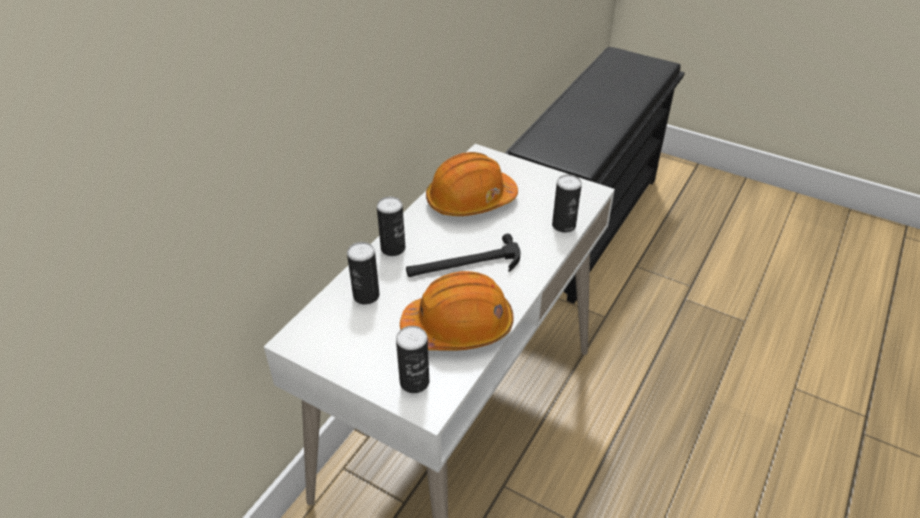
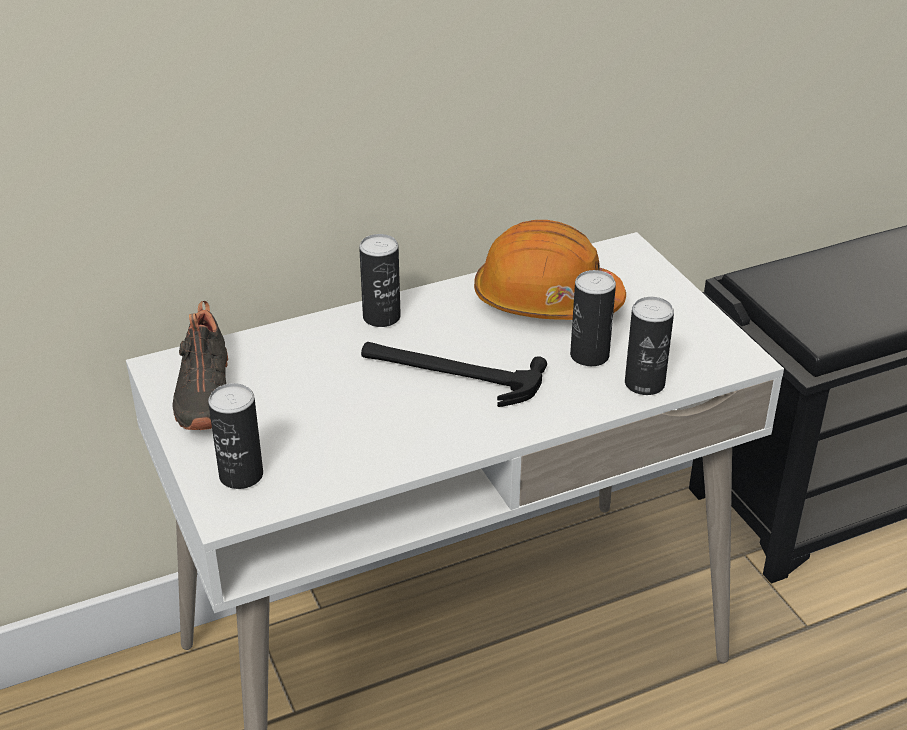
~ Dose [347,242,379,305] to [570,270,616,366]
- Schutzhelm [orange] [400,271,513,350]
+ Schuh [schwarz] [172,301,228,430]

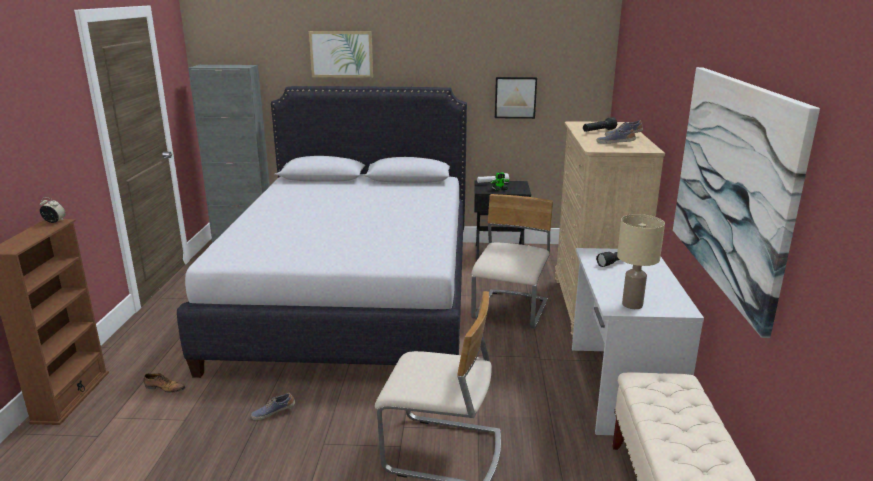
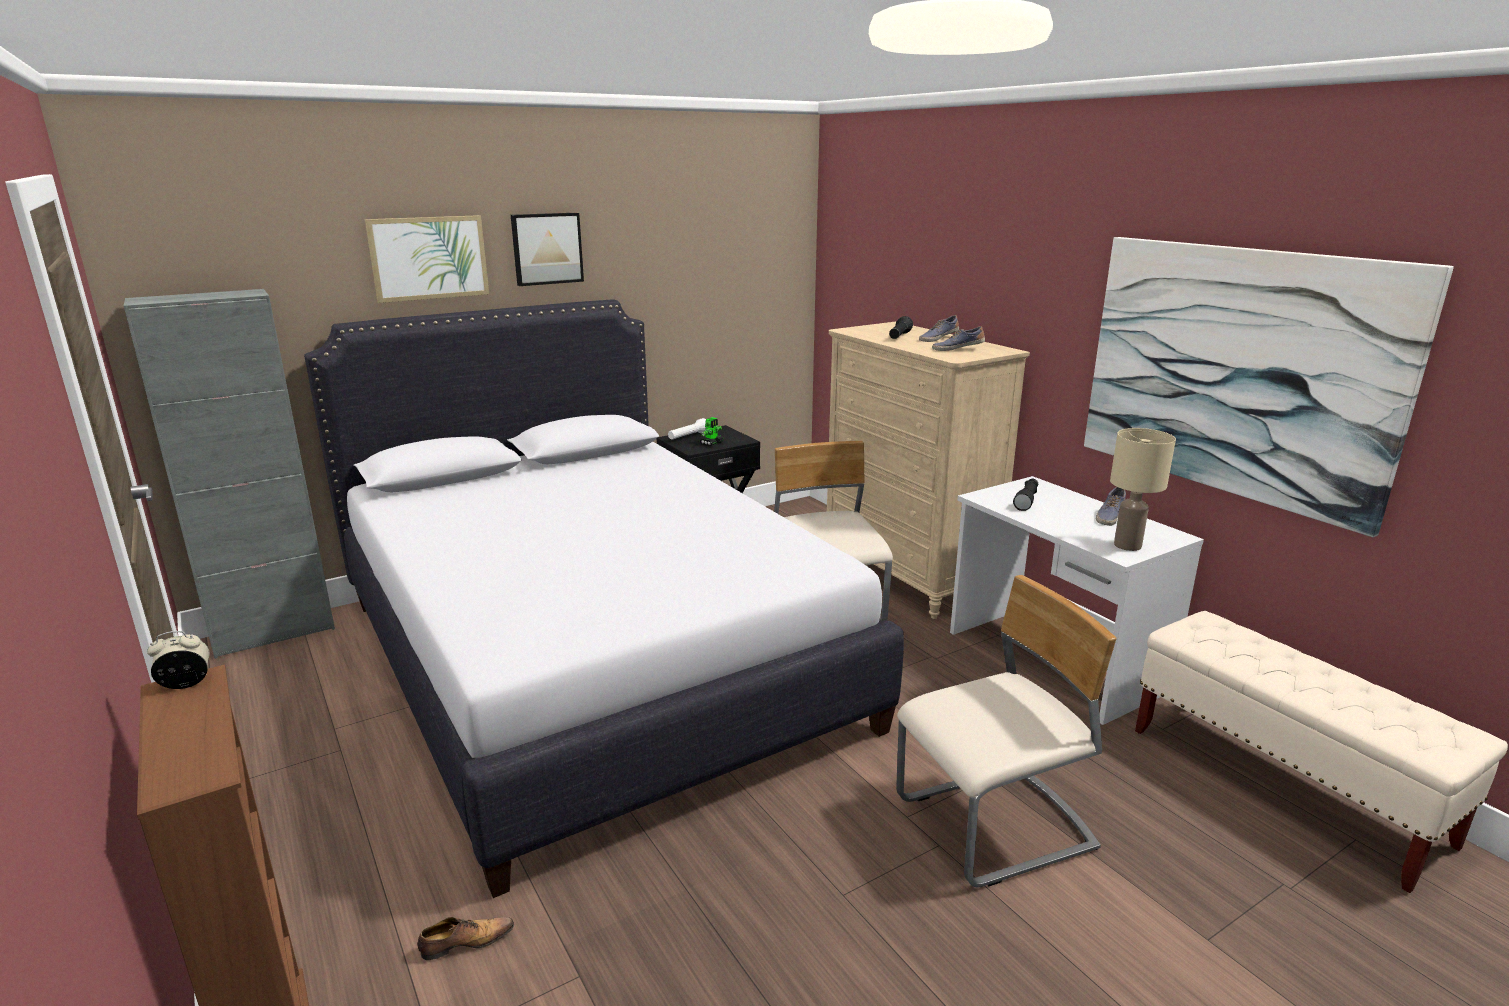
~ Bild [495,77,537,119] to [511,213,584,286]
~ Schuh [251,393,295,420] to [1096,487,1126,526]

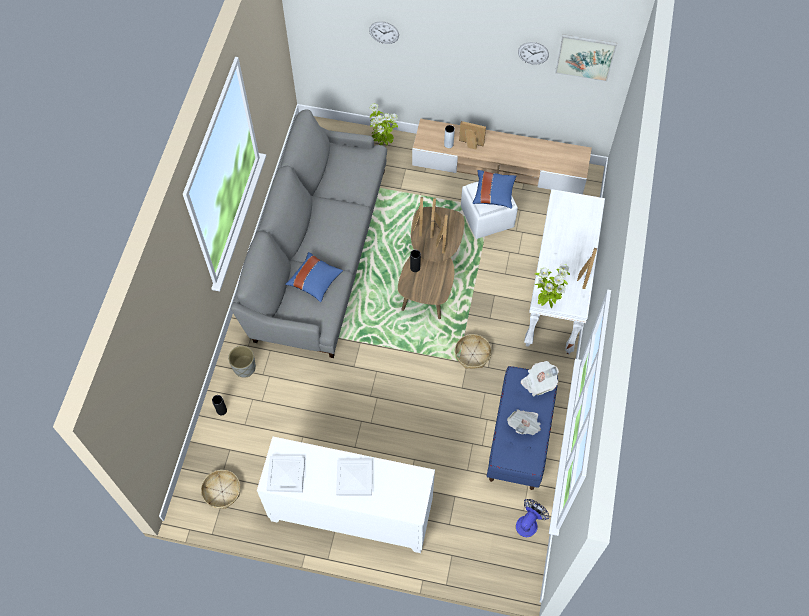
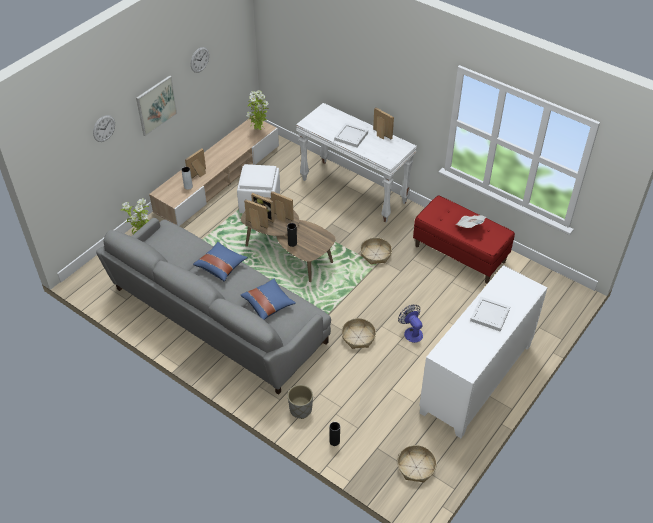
~ Bild [555,34,617,82] to [136,75,177,136]
~ Kissen [blau] [473,170,516,209] to [193,242,248,281]
~ Topfpflanze [535,264,570,308] to [246,90,269,131]
- Zeitung [521,361,559,397]
~ Bank [blau] [486,366,558,490] to Bank [rot] [413,195,515,283]
~ Tablett [weiß] [266,456,305,492] to [334,123,368,147]
~ Ventilator [516,499,549,537] to [398,305,423,343]
+ Korb [342,318,376,349]

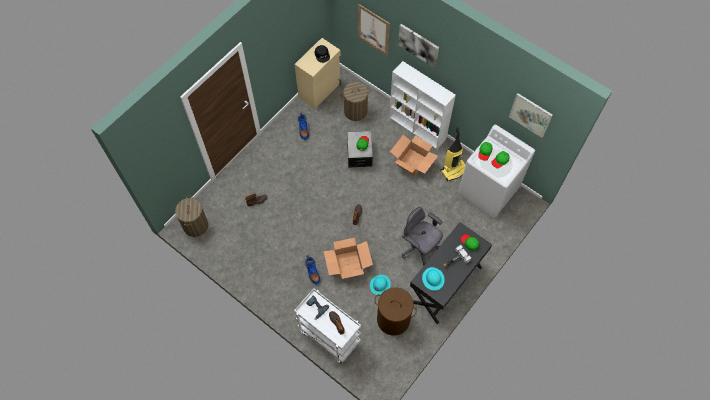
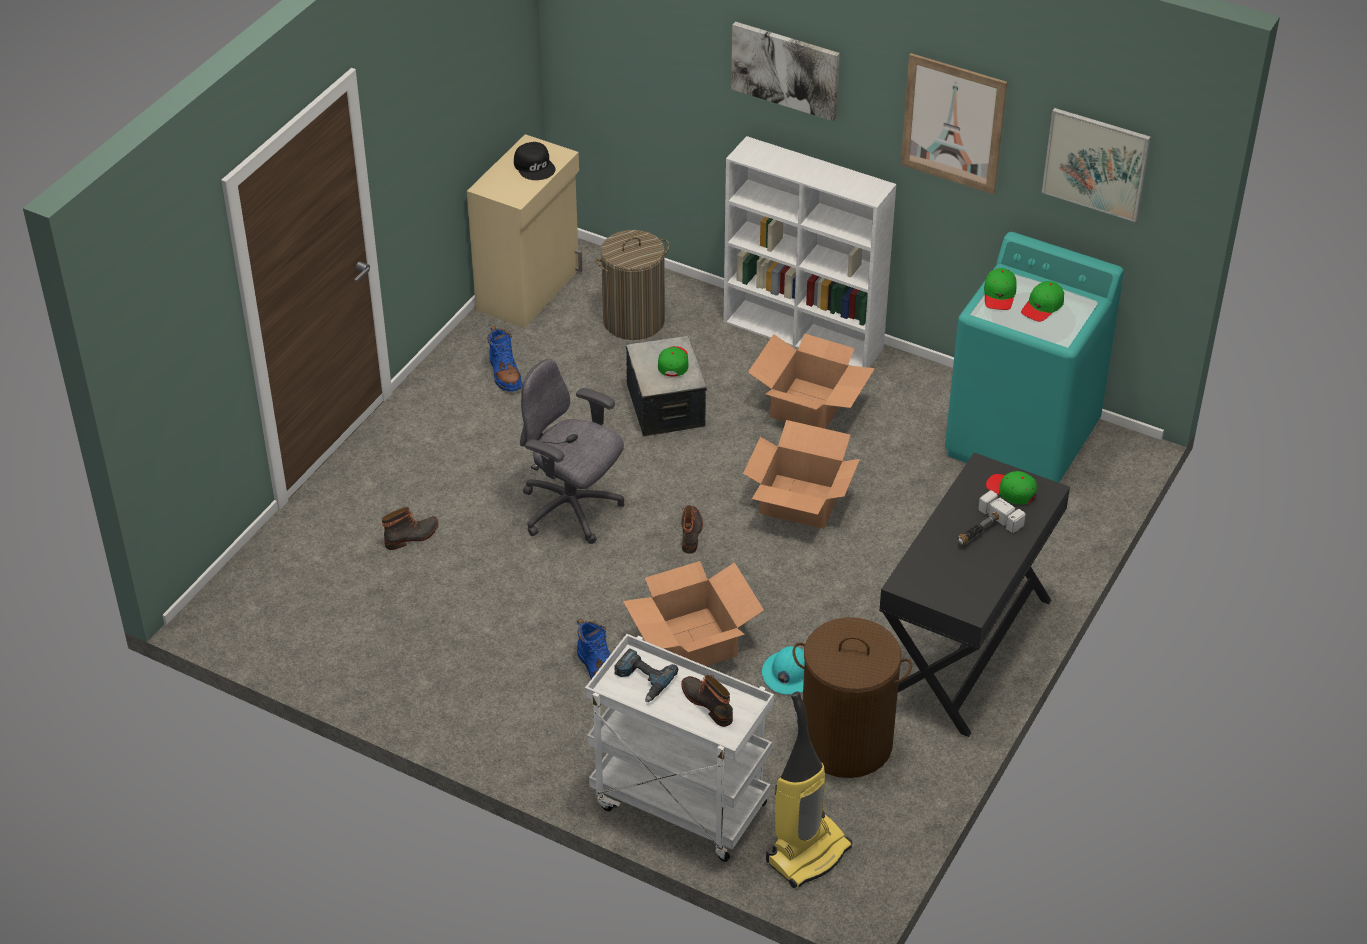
~ Bild [358,4,390,56] to [901,53,1007,194]
~ Waschmaschine [weiß] [458,124,535,218] to Waschmaschine [türkis] [945,232,1124,483]
~ Staubsauger [440,127,465,181] to [766,691,853,888]
- Wäschekorb [175,196,208,237]
~ Bürostuhl [grau] [402,207,443,265] to [520,359,624,544]
- Schutzhelm [türkis] [422,267,445,291]
+ Karton [743,420,860,529]

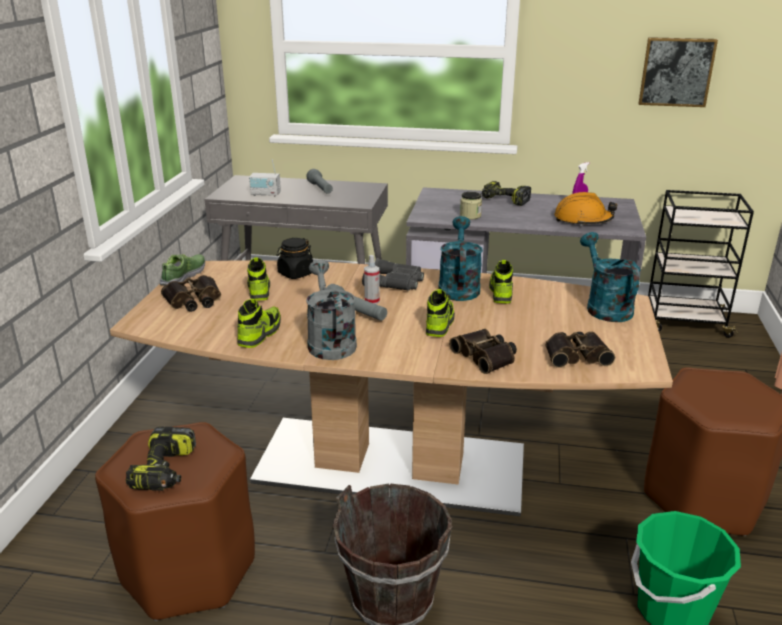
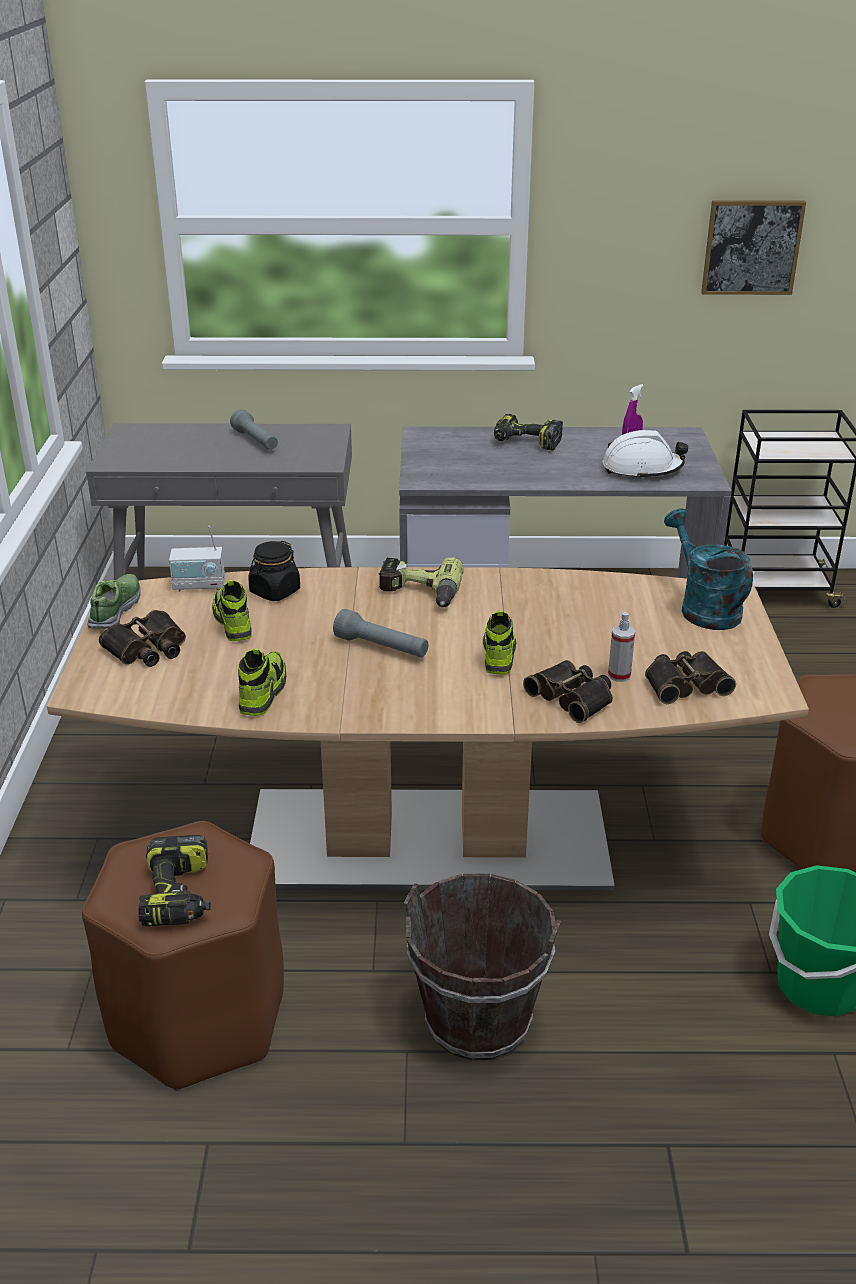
~ Radio [249,159,281,197] to [169,525,225,591]
- Vorratsglas [460,192,482,219]
~ Schutzhelm [orange] [554,192,617,226] to Schutzhelm [weiß] [602,430,688,480]
- Gießkanne [türkis] [438,216,483,301]
~ Sprühflasche [364,255,380,304] to [608,612,635,682]
~ Fernglas [grau] [362,259,424,291] to Bohrmaschine [378,557,464,607]
- Gießkanne [grau] [306,260,357,360]
- Schuh [489,260,513,304]

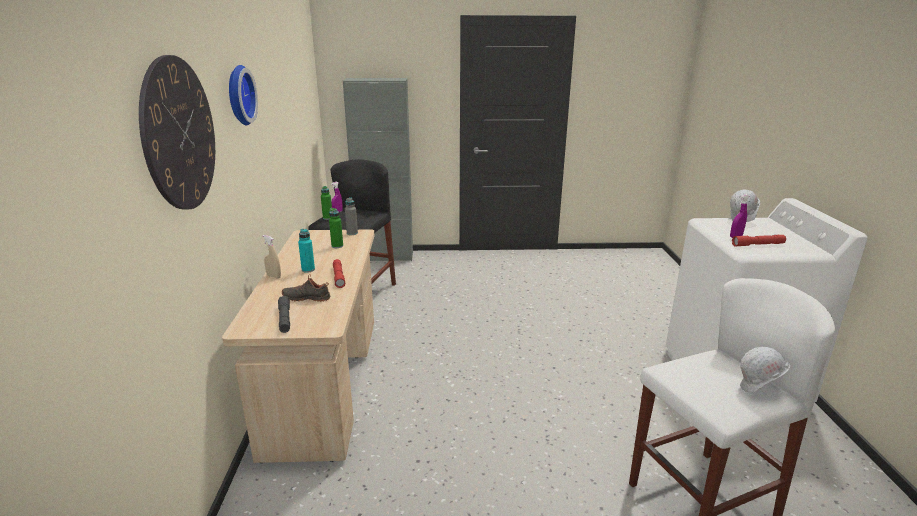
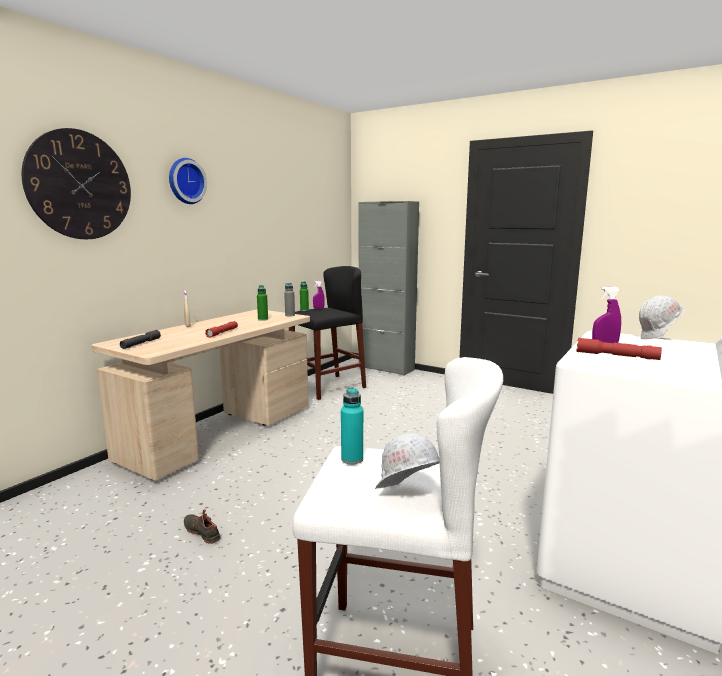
~ Flasche [türkis] [298,229,315,273] to [341,387,363,464]
~ Schuh [schwarz] [282,274,330,302] to [184,509,221,544]

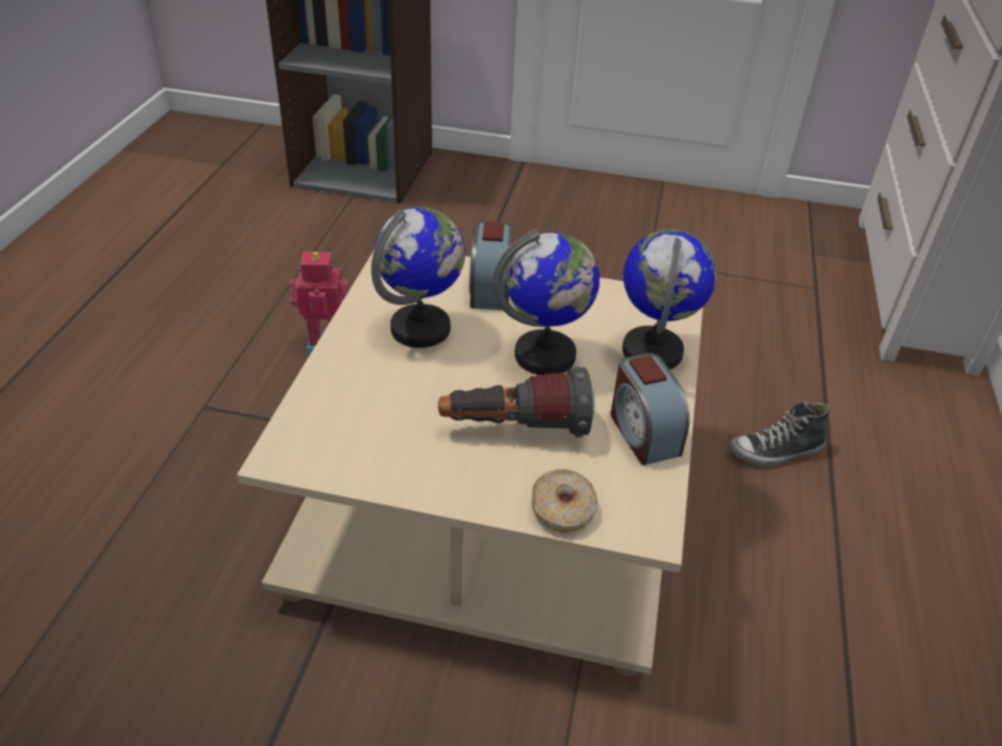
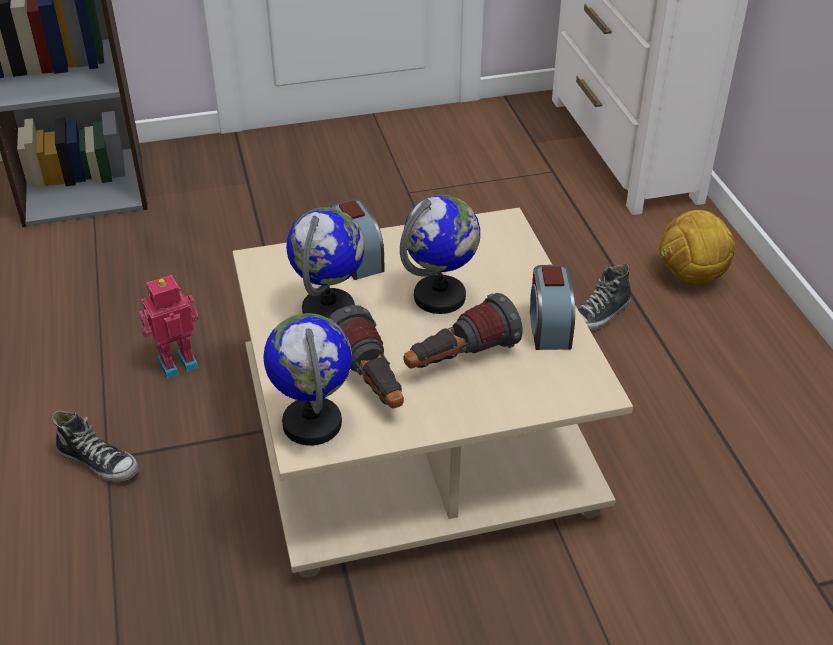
~ Globus [622,229,716,369] to [263,313,352,446]
~ Wecker [611,353,690,466] = [530,265,575,350] 45 degrees clockwise
- Donut [532,469,598,533]
+ Fußball [659,210,735,285]
+ Taschenlampe [328,305,404,408]
+ Schuh [52,411,139,482]

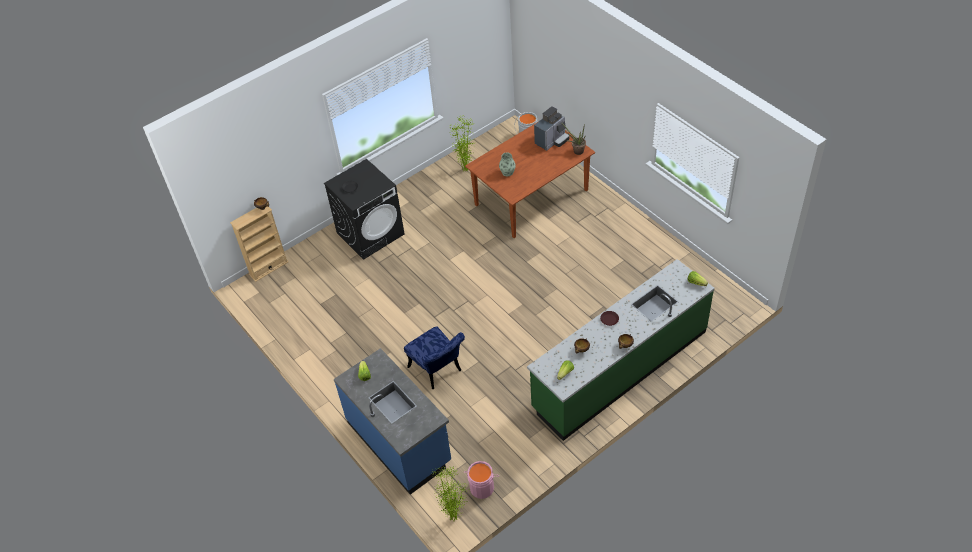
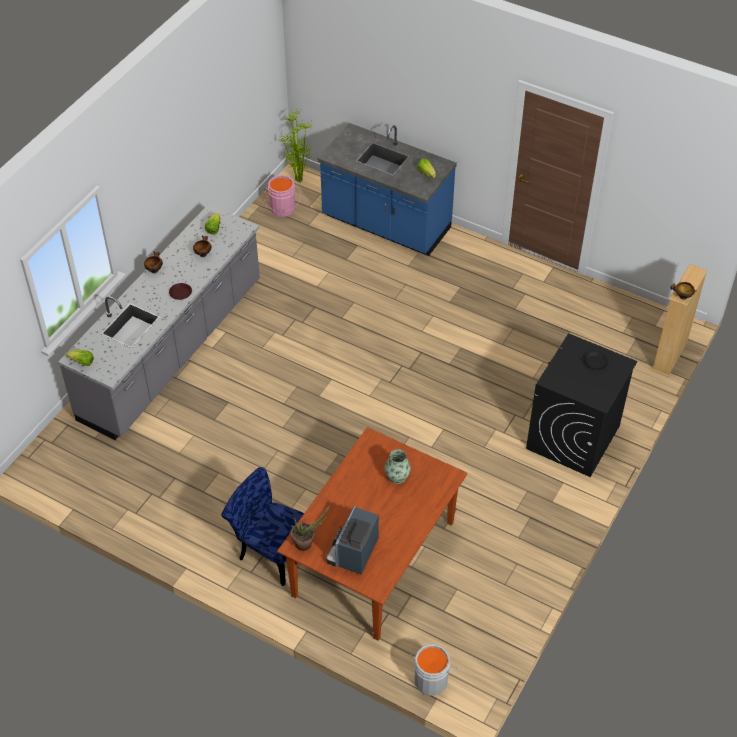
- Topfpflanze [449,115,473,170]
~ Küchenzeile [grün] [527,259,715,441] to Küchenzeile [grau] [58,205,260,440]
~ Stuhl [blau] [404,326,465,389] to [221,467,304,586]

